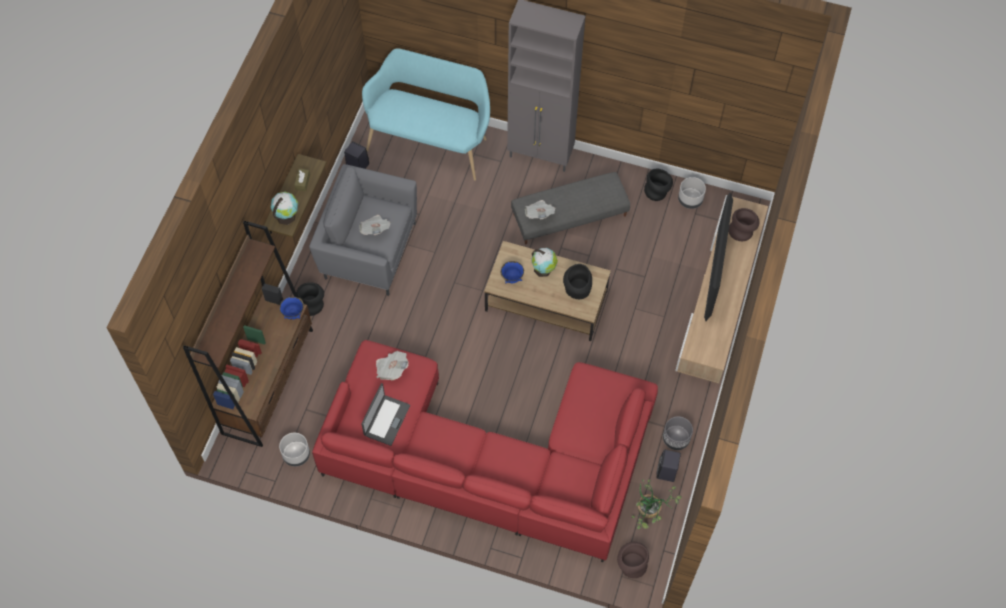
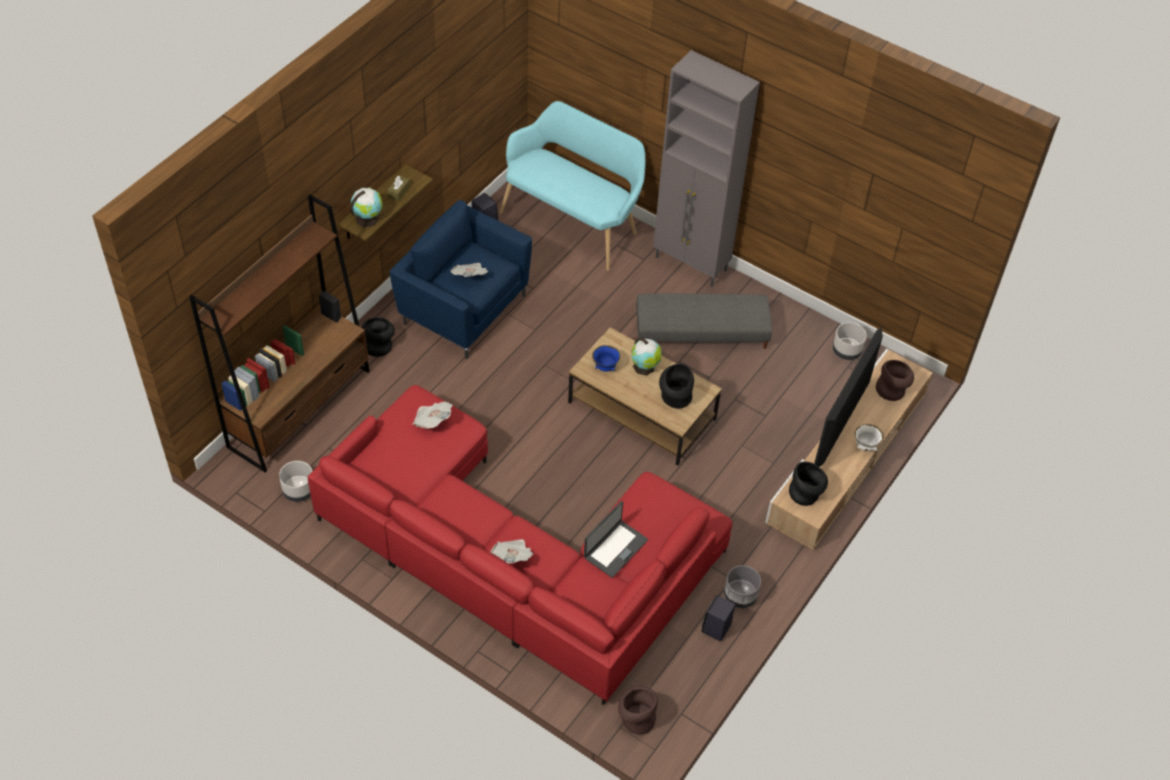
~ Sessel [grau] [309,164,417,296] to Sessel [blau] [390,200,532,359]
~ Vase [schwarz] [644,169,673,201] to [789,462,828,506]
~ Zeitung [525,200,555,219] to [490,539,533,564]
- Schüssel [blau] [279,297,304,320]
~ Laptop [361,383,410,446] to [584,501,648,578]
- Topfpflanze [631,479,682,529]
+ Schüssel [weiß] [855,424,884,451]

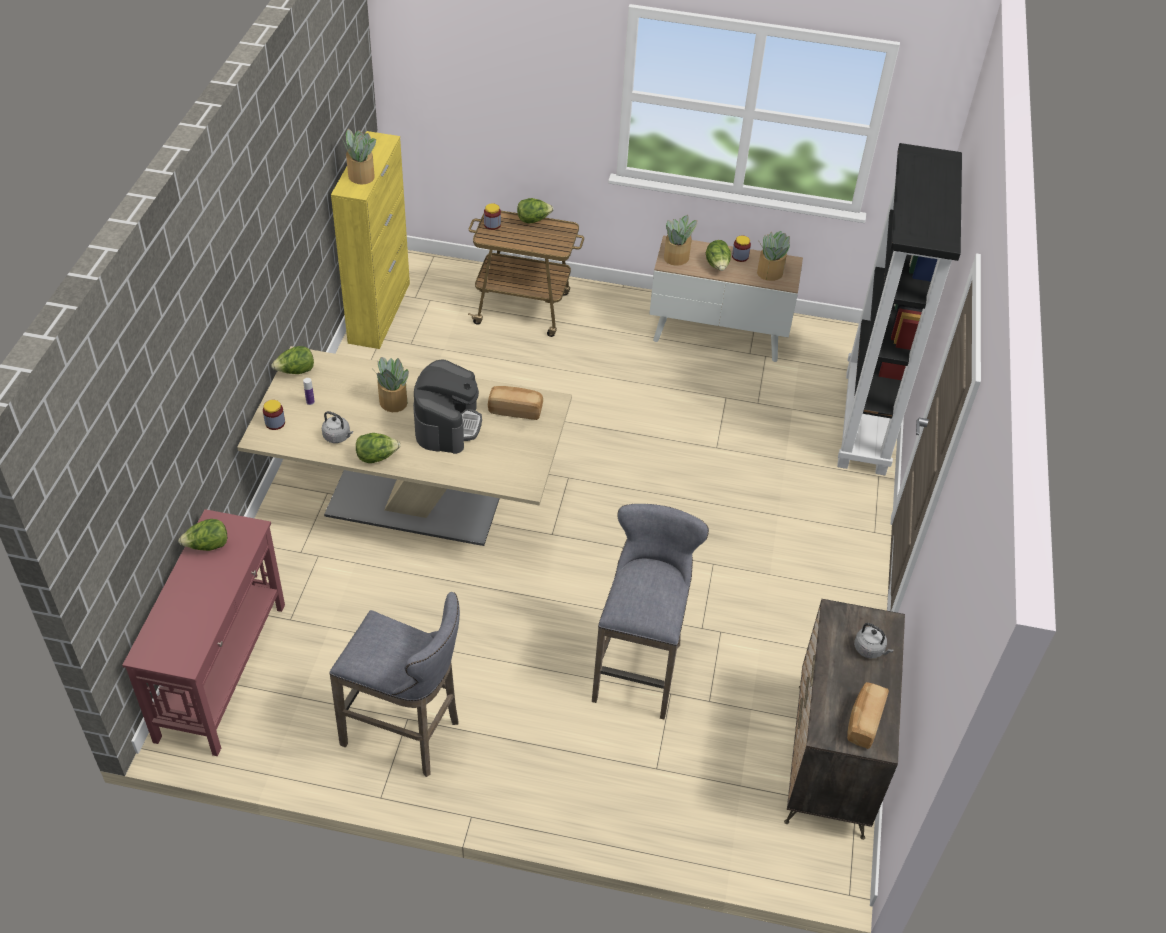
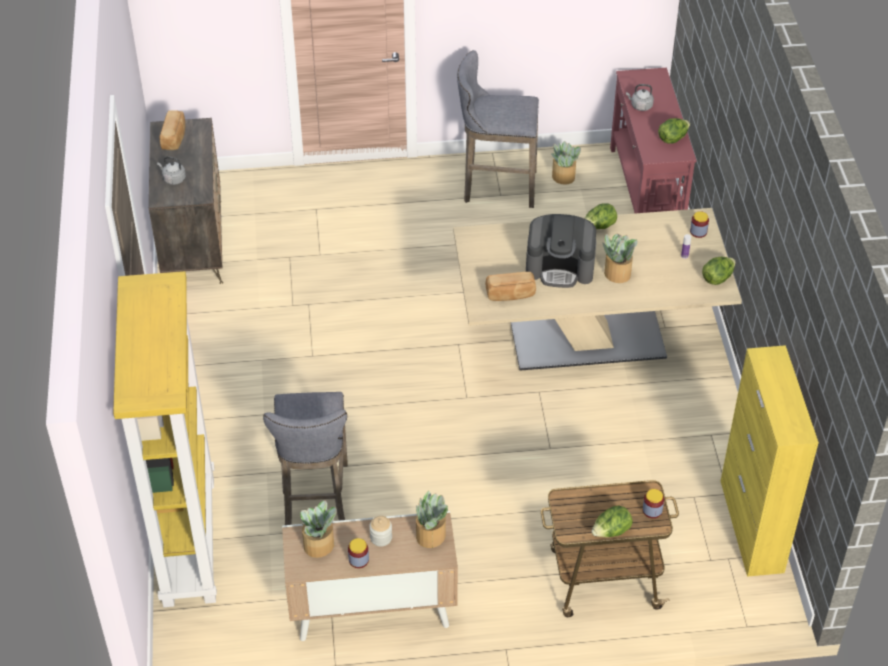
~ Topfpflanze [341,129,376,184] to [551,141,581,185]
~ Bücherregal [schwarz] [837,143,962,475] to Bücherregal [gelb] [113,271,217,607]
~ Salatkopf [706,240,731,271] to Vorratsglas [369,516,392,547]
~ Kaffeemaschine [413,360,482,454] = [526,214,596,288] 75 degrees counterclockwise
~ Wasserkessel [grau] [322,411,353,443] to [626,84,654,111]
~ Hocker [grau] [592,504,709,720] to [263,392,348,525]

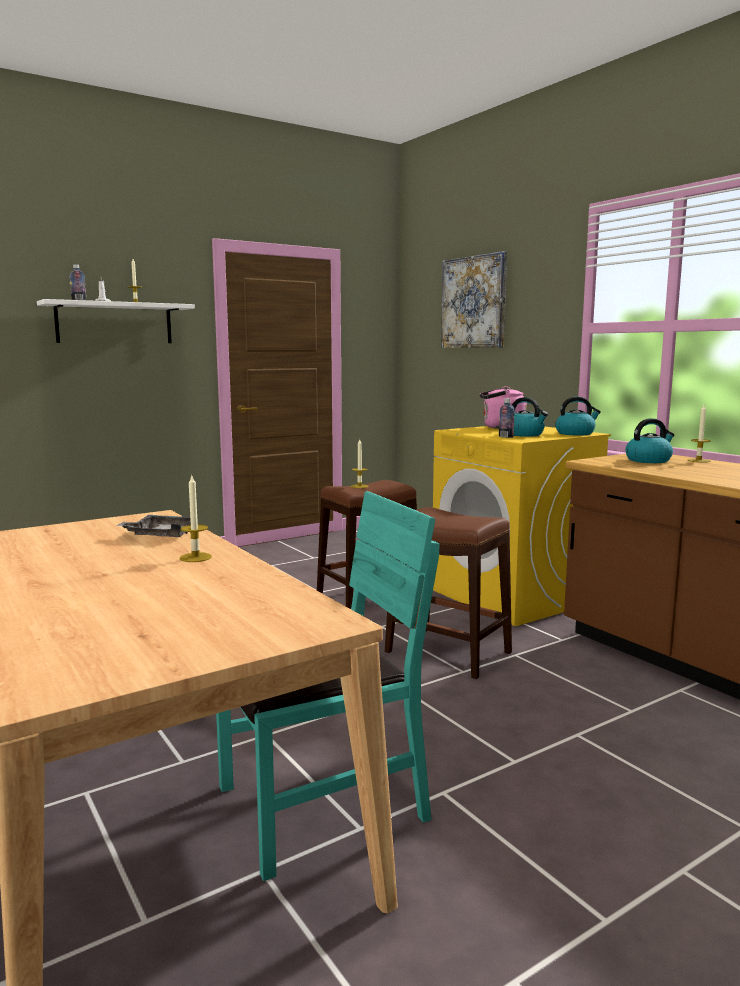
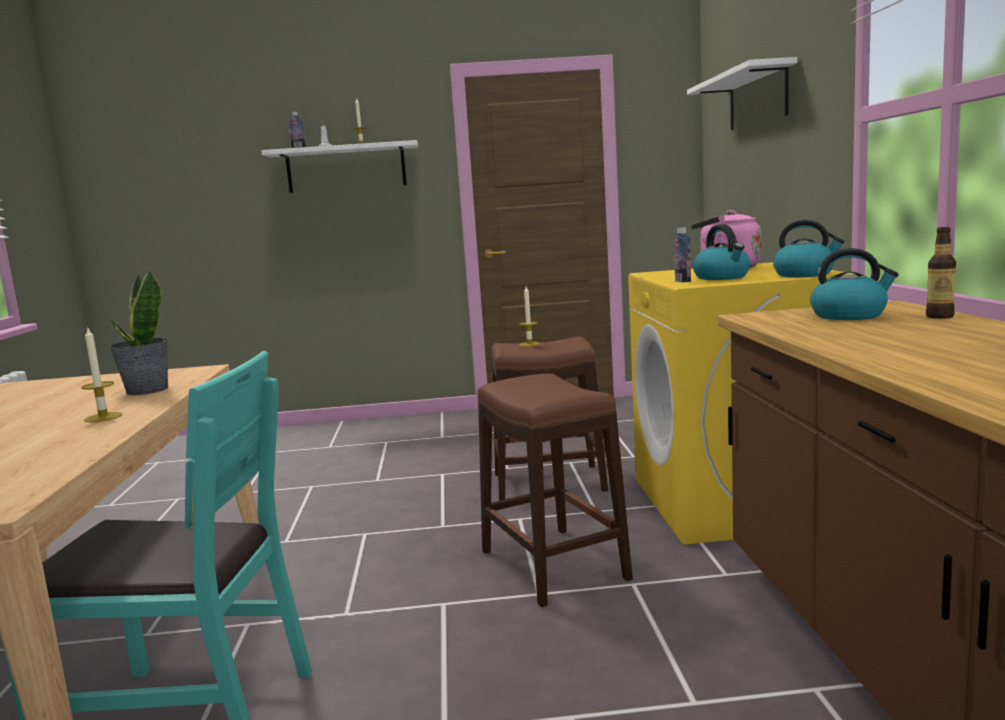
~ Bild [441,251,507,348] to Wandregal [weiß] [687,57,797,130]
~ Kerze [688,405,711,463] to Flasche [926,227,956,319]
~ Tablett [grau] [116,515,198,537] to Topfpflanze [109,269,169,395]

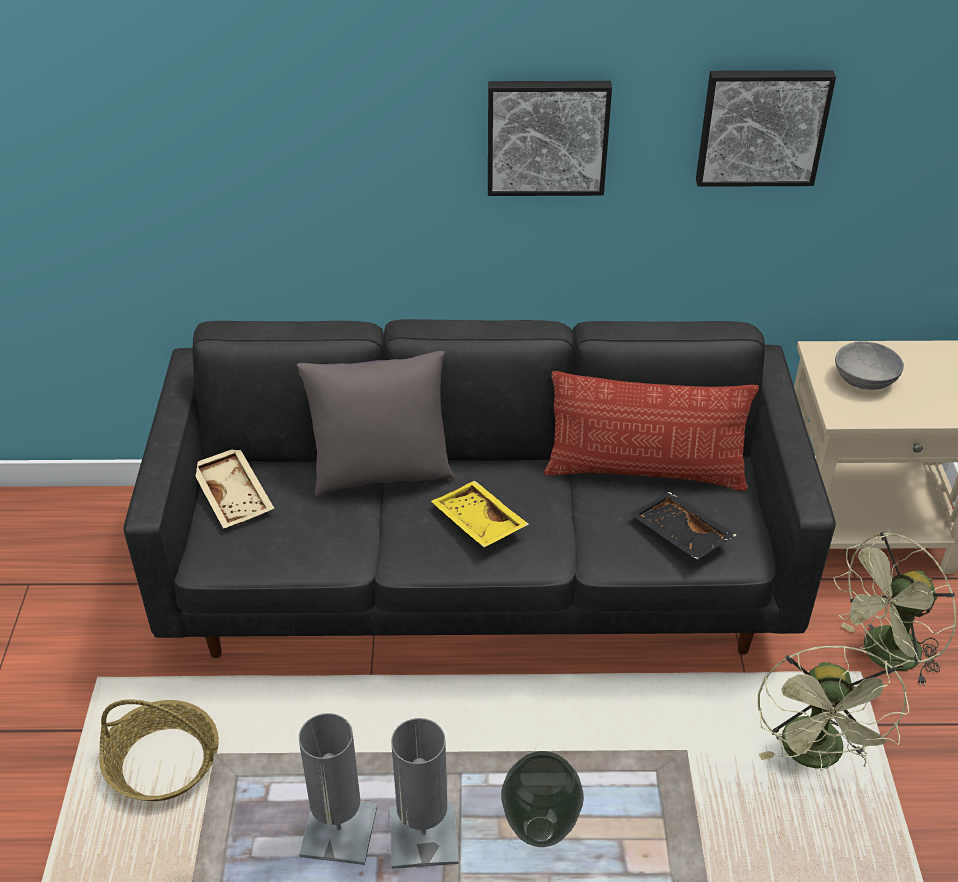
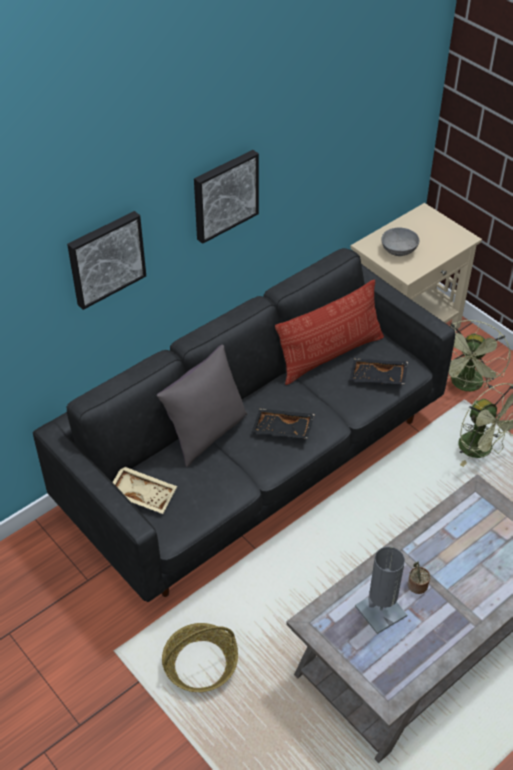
~ Bild [696,70,836,187] to [67,211,146,310]
~ Tablett [gelb] [431,481,529,547] to Tablett [schwarz] [252,409,315,439]
~ Tischlampe [grau] [390,718,459,869] to Topfpflanze [408,561,430,594]
- Vase [501,751,584,847]

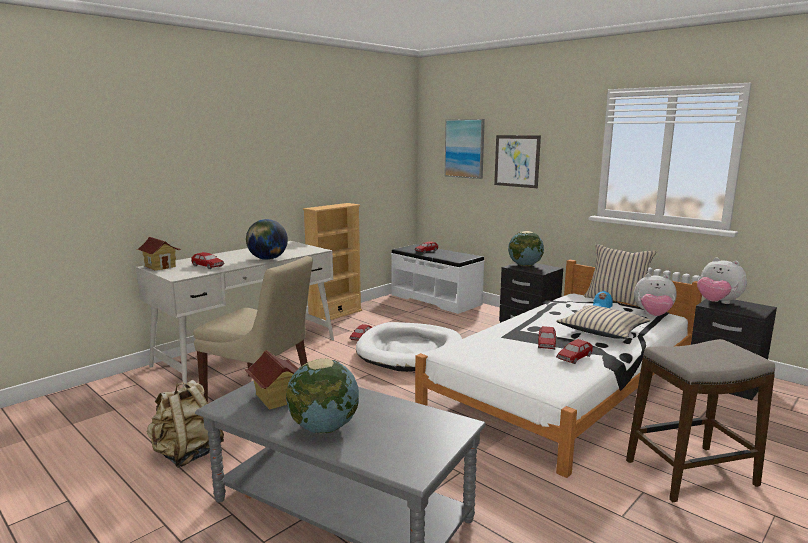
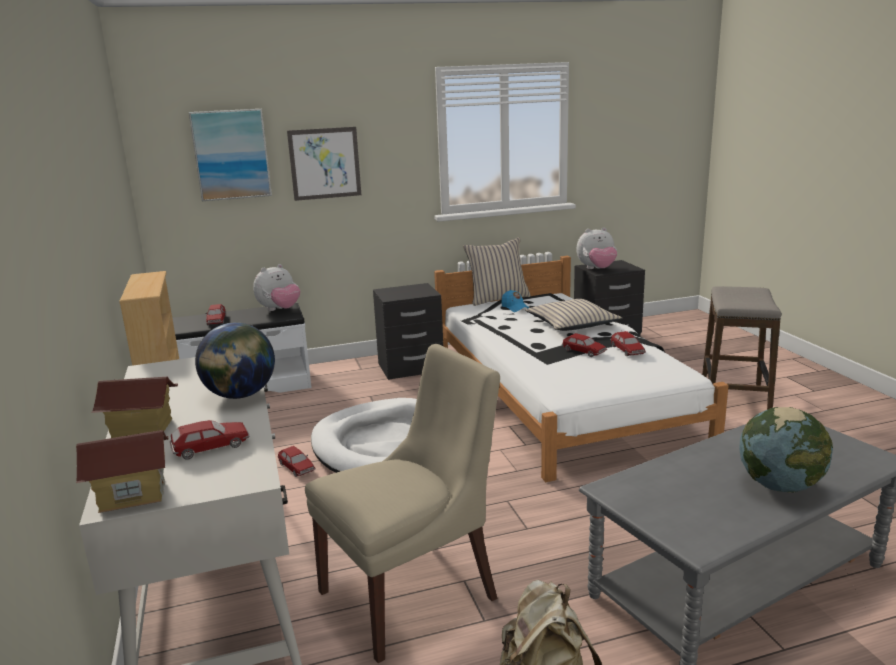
- Globus [508,231,544,266]
~ Plüschtier [634,274,677,316] to [253,264,300,311]
~ Spielzeughaus [245,350,299,410] to [91,377,178,438]

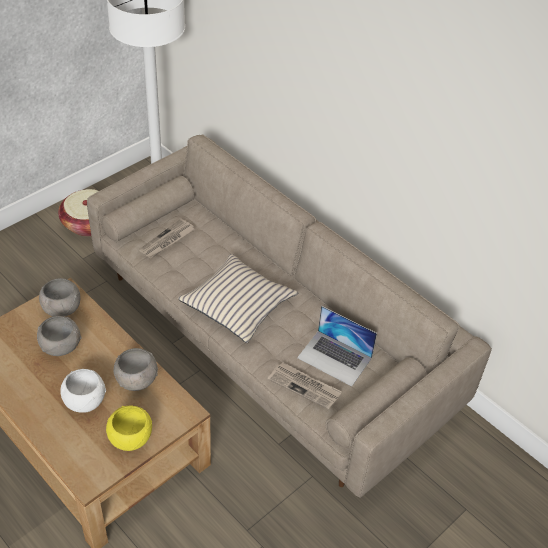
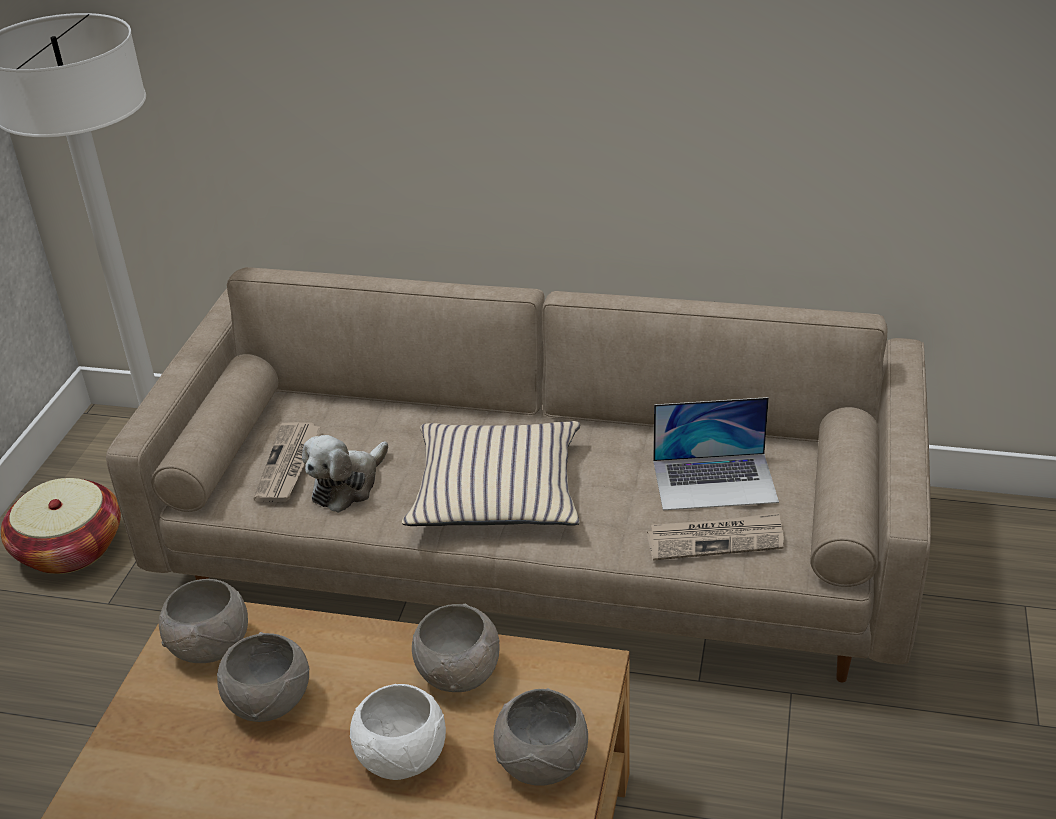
~ Schüssel [gelb] [106,406,152,451] to Schüssel [grau] [494,688,588,786]
+ Plüschtier [302,435,388,513]

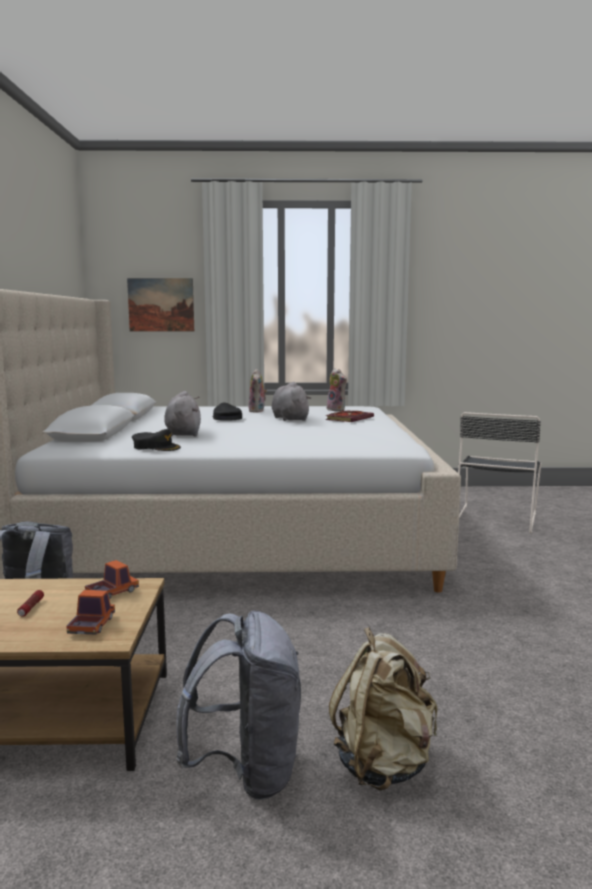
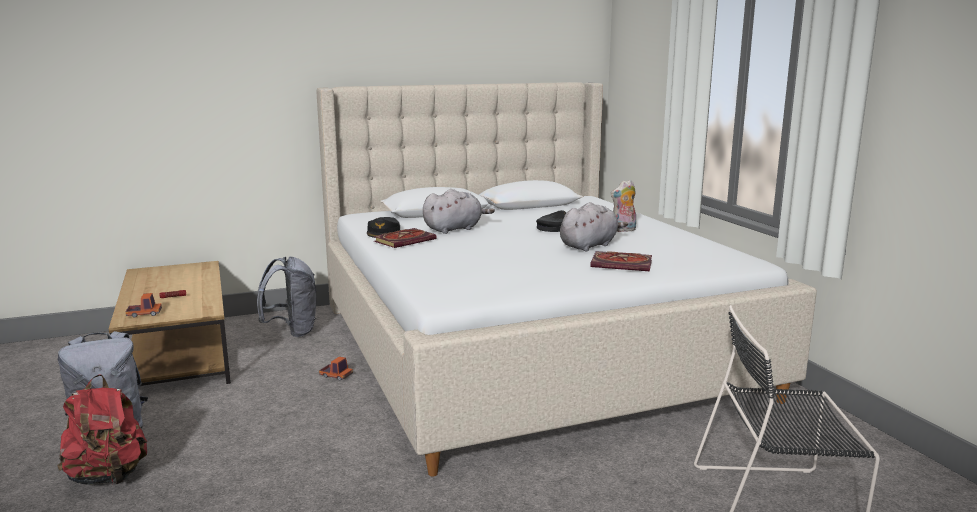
- Bild [127,278,194,331]
- Plüschtier [327,368,347,411]
~ Spielzeuglaster [85,560,139,600] to [319,356,353,381]
~ Rucksack [beige] [329,627,437,790] to Rucksack [rot] [57,374,147,485]
+ Buch [374,228,437,248]

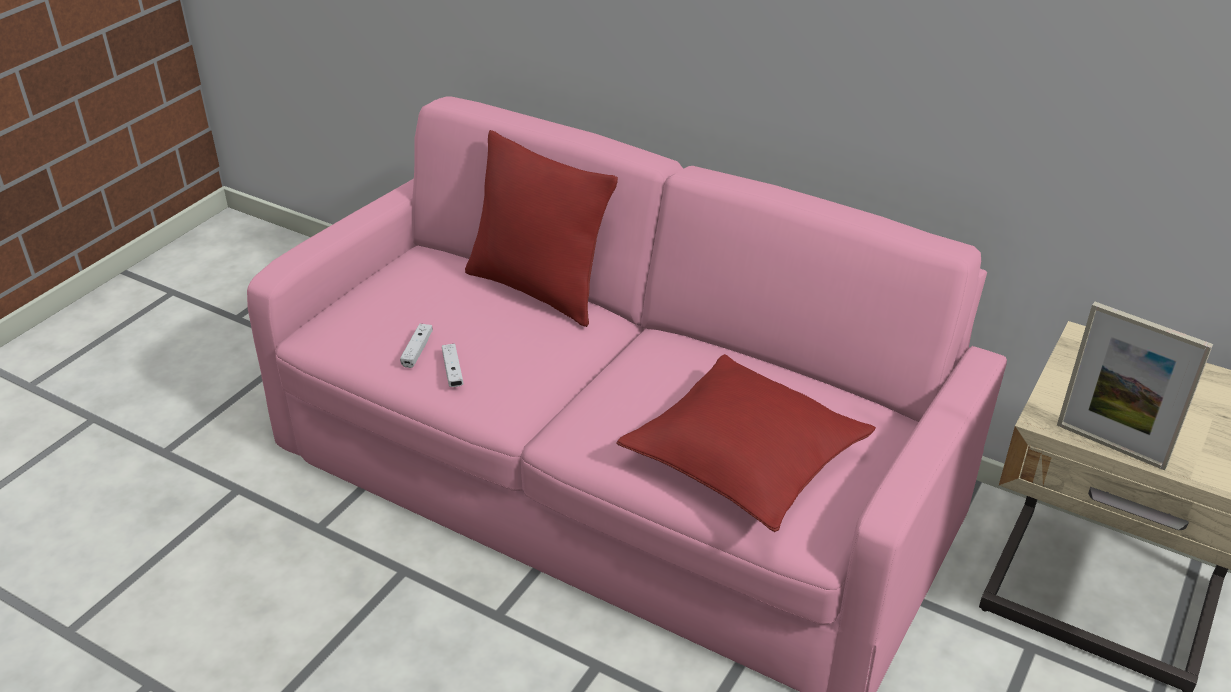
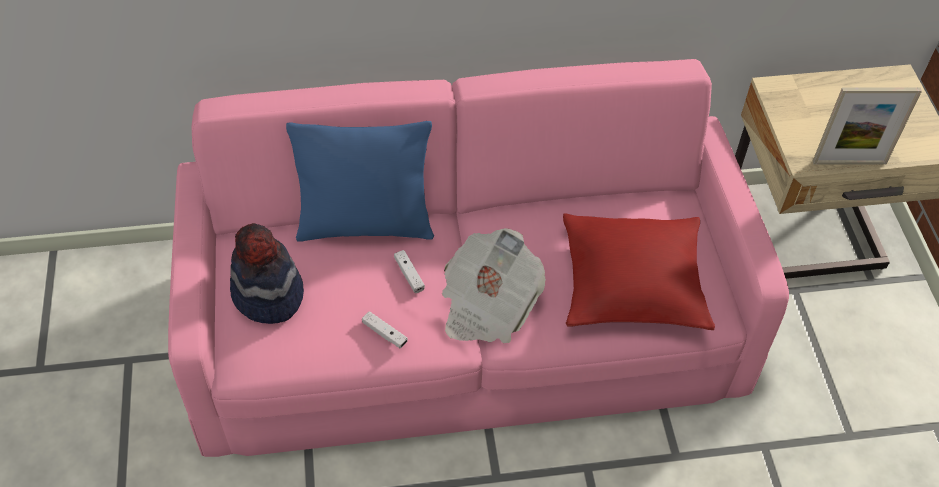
~ Kissen [rot] [465,130,618,327] to Kissen [blau] [286,121,434,242]
~ Gamepad [weiß] [400,324,433,368] to [394,250,425,293]
+ Hut [230,223,304,324]
+ Zeitung [442,228,546,343]

